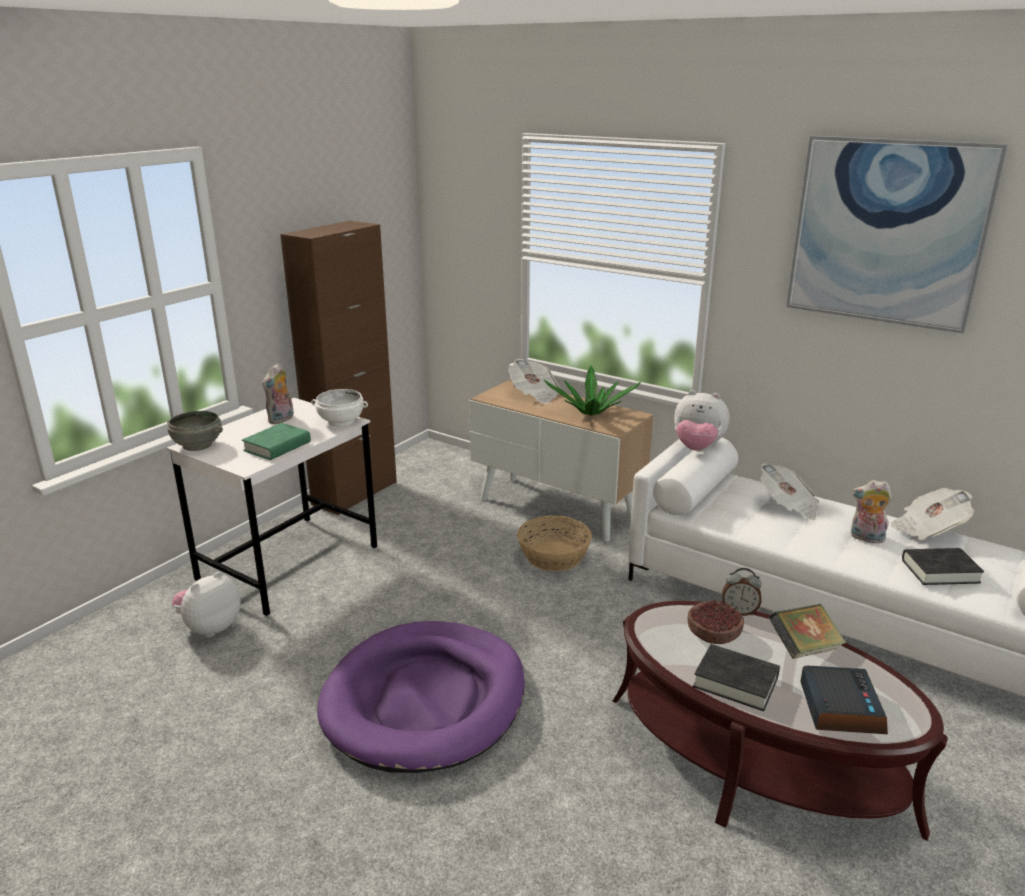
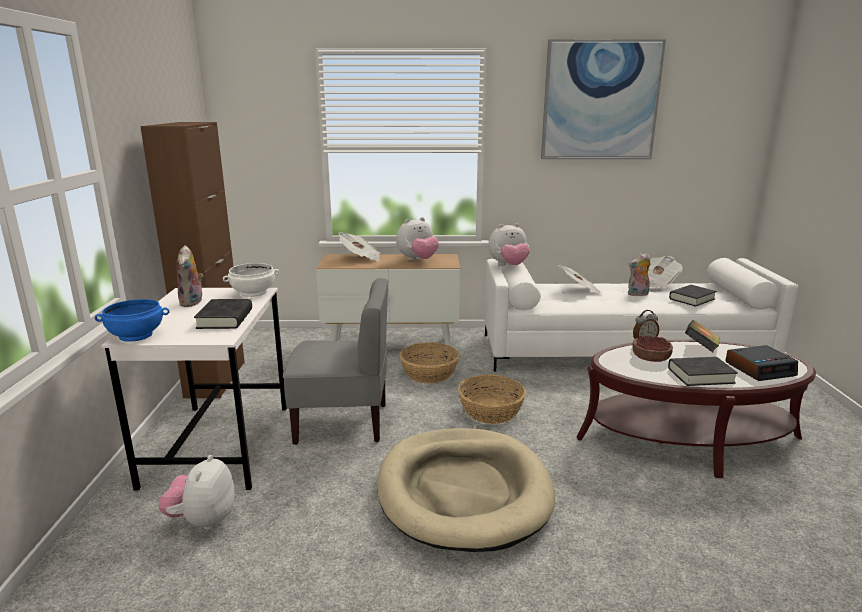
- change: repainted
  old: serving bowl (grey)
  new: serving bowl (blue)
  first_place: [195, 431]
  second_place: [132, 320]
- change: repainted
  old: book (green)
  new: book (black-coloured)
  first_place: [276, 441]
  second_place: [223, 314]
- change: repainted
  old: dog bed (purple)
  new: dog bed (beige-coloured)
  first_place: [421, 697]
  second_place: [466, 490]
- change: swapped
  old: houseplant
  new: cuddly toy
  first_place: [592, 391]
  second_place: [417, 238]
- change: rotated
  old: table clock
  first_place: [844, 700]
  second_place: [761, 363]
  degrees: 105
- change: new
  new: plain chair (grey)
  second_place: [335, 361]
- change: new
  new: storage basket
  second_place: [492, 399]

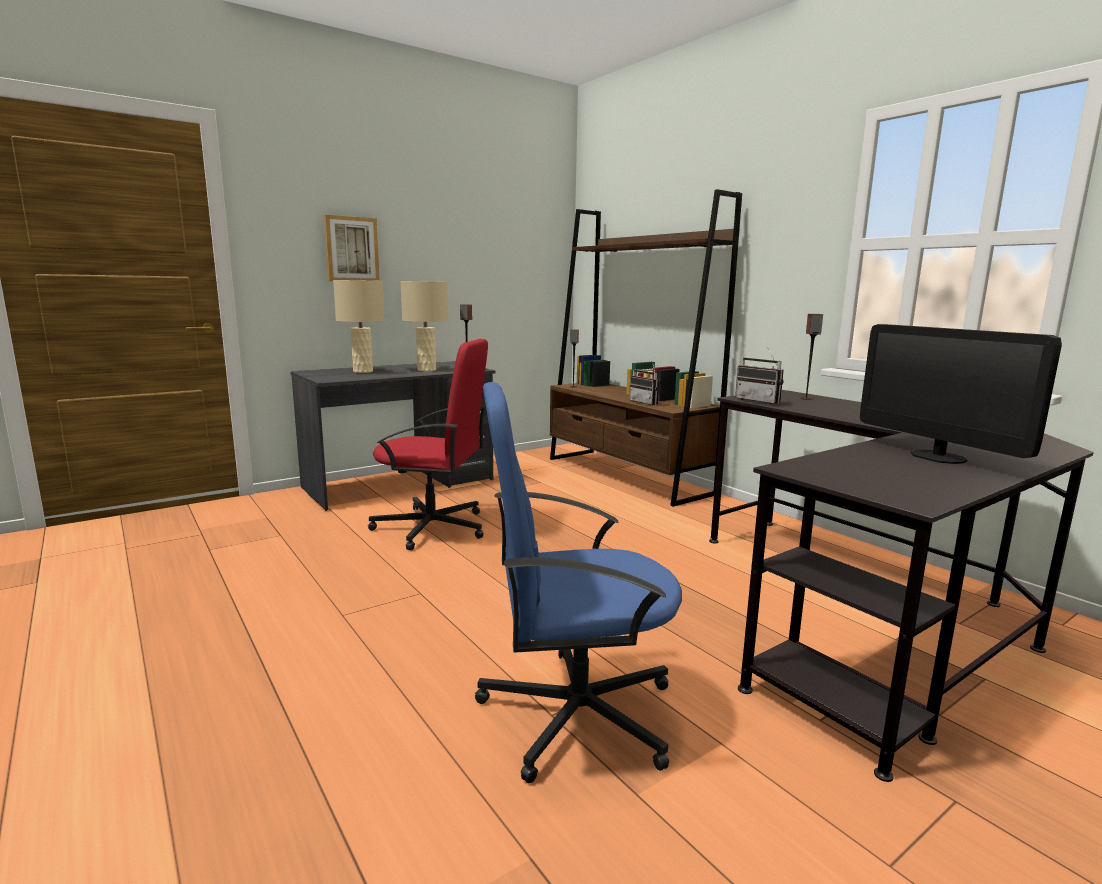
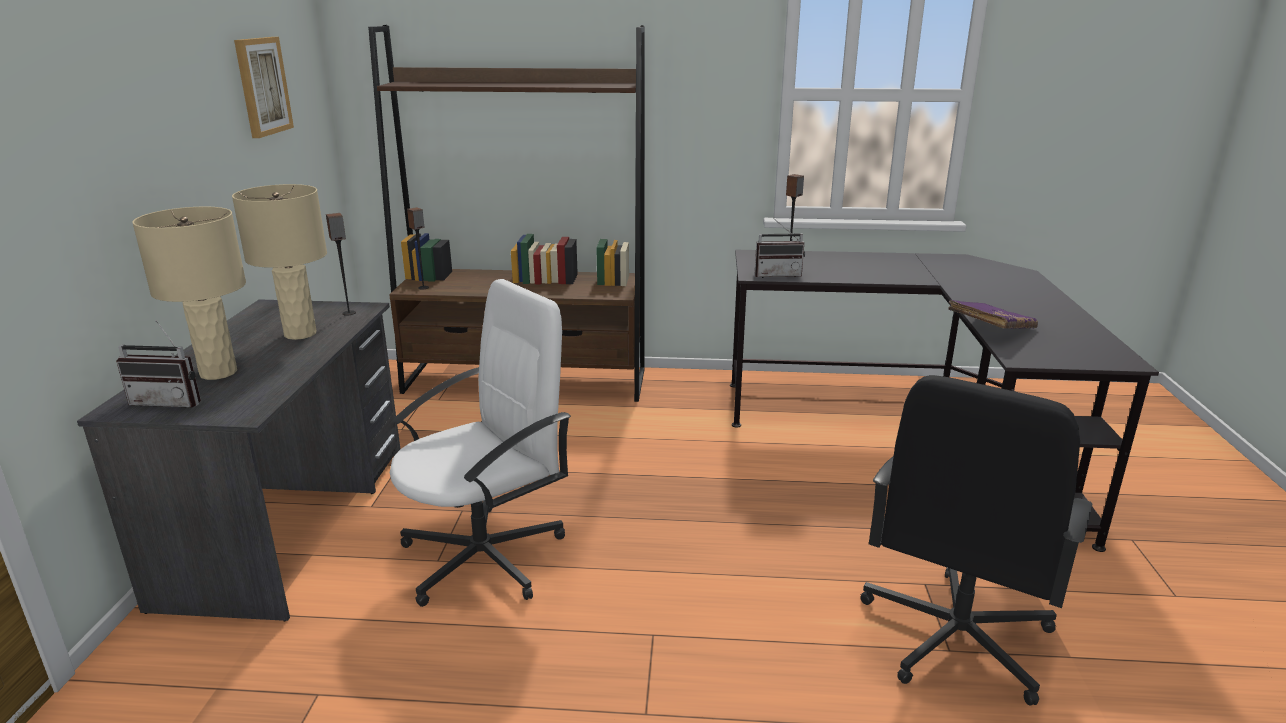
- change: shifted
  old: wall picture
  first_place: [352, 248]
  second_place: [264, 87]
- change: repainted
  old: desk chair (reddish)
  new: desk chair (white)
  first_place: [428, 445]
  second_place: [480, 443]
- change: repainted
  old: desk chair (blue)
  new: desk chair (black-coloured)
  first_place: [578, 582]
  second_place: [976, 540]
- change: shifted
  old: radio receiver
  first_place: [644, 383]
  second_place: [158, 364]
- change: gone
  old: monitor
  first_place: [961, 394]
- change: new
  new: book (purple)
  second_place: [993, 314]

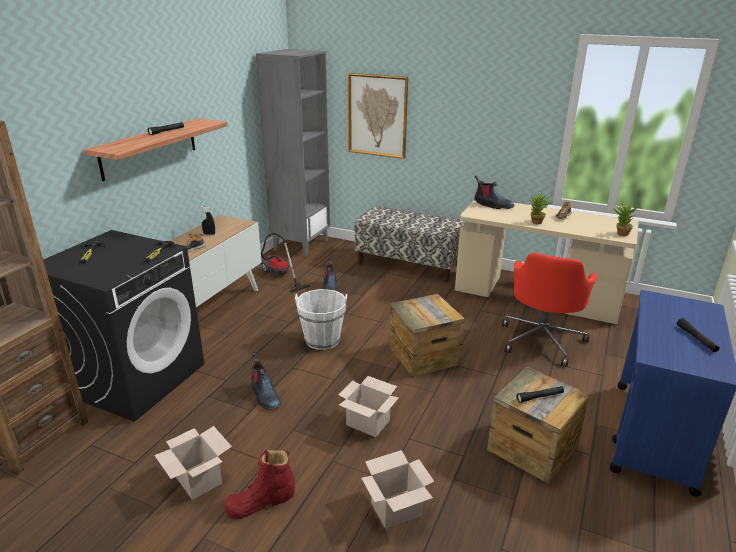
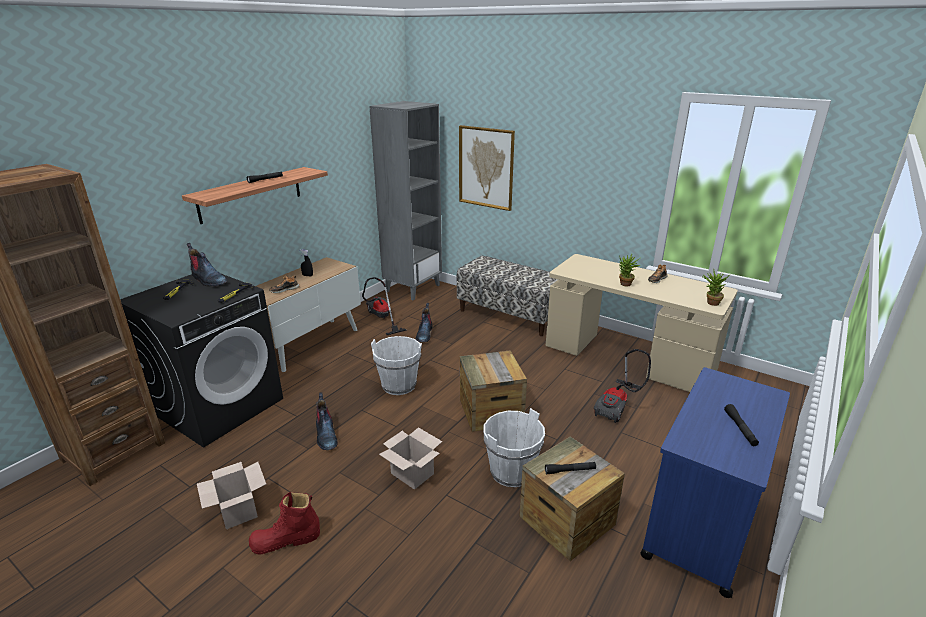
- change: gone
  old: cardboard box
  first_place: [398, 489]
- change: shifted
  old: high-top boot
  first_place: [494, 192]
  second_place: [207, 265]
- change: swapped
  old: desk chair (reddish)
  new: hoover
  first_place: [549, 310]
  second_place: [622, 386]
- change: new
  new: pail (white)
  second_place: [514, 447]

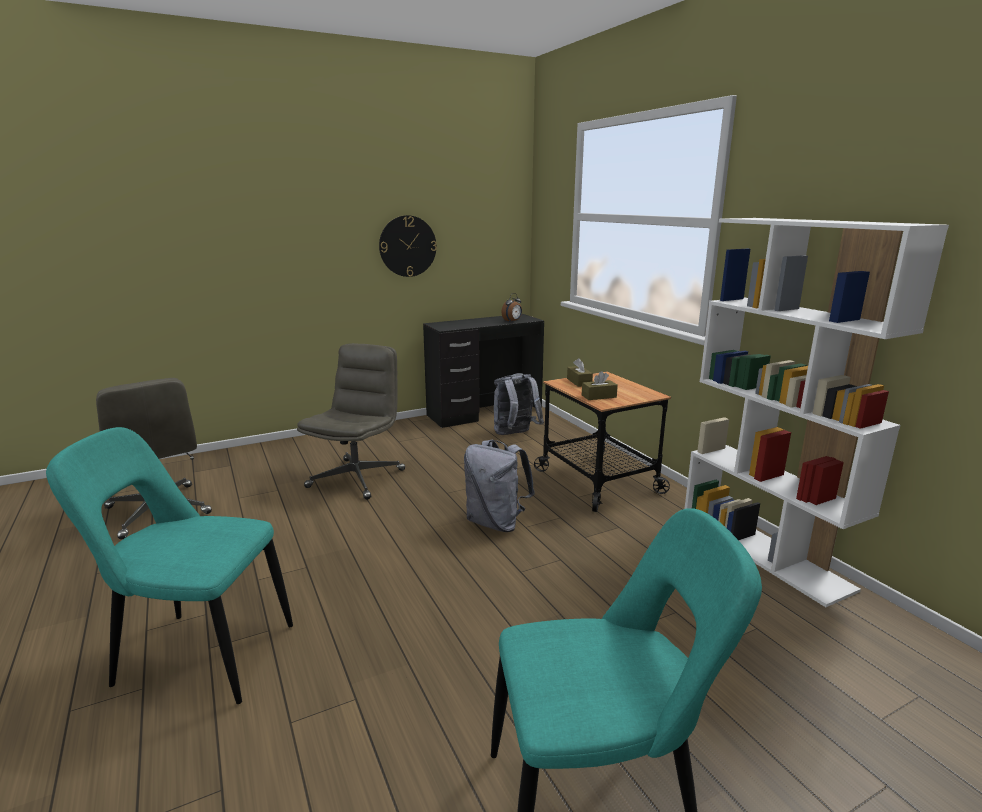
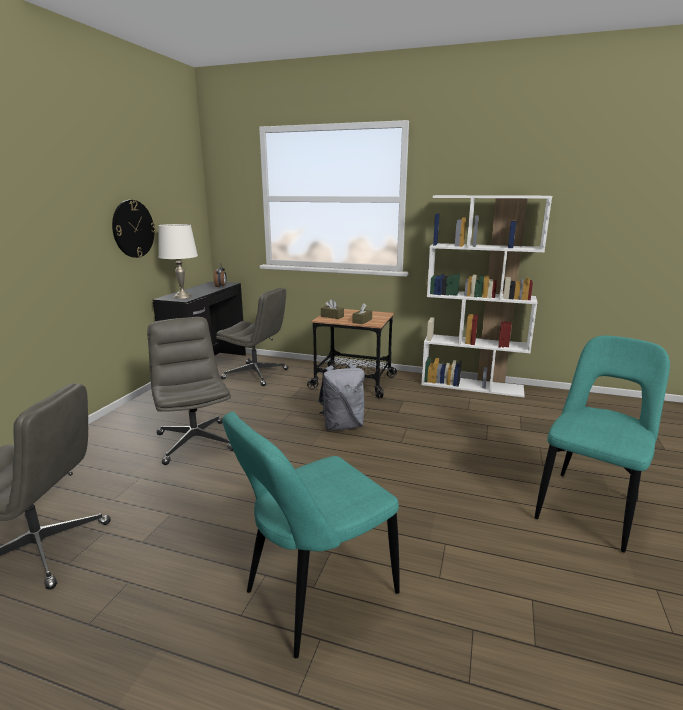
- change: swapped
  old: rucksack (grey)
  new: desk chair (grey)
  first_place: [519, 404]
  second_place: [252, 337]
- change: new
  new: lamp for a table (white)
  second_place: [178, 261]

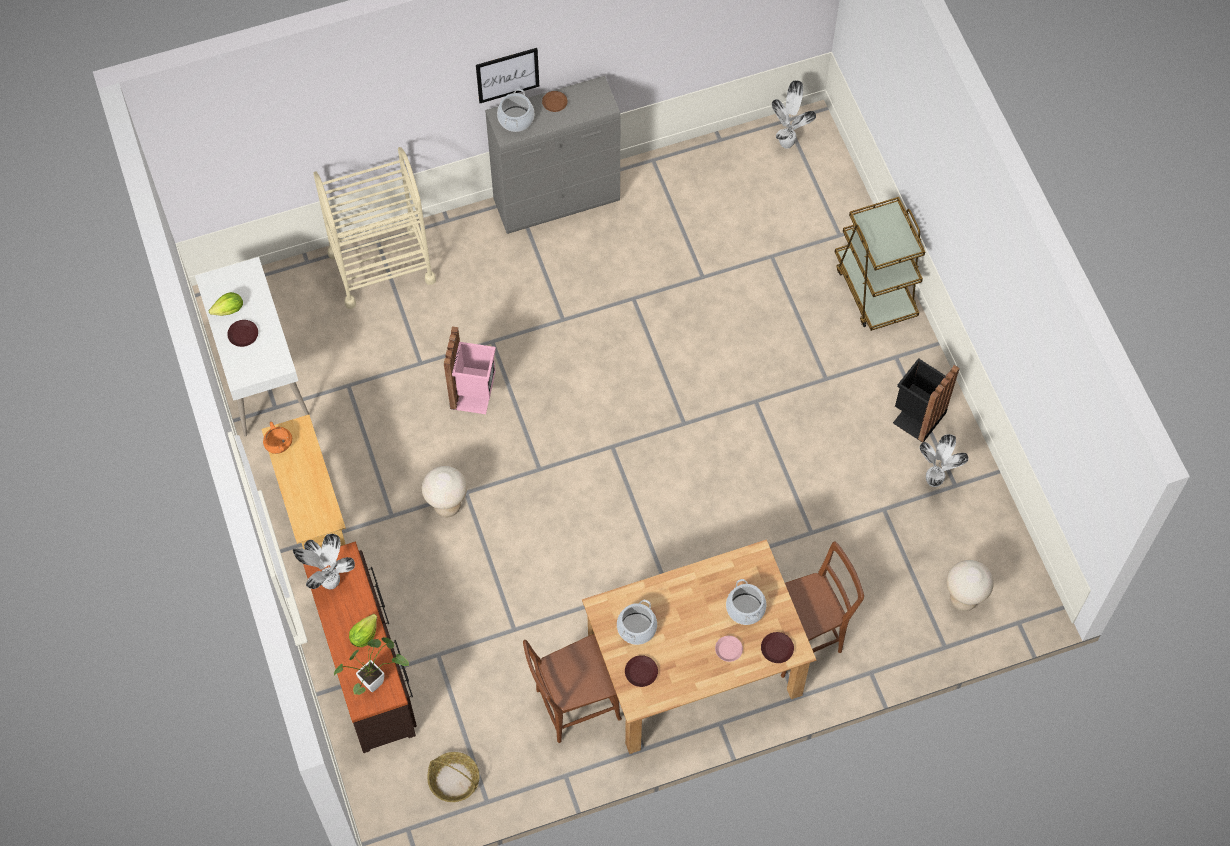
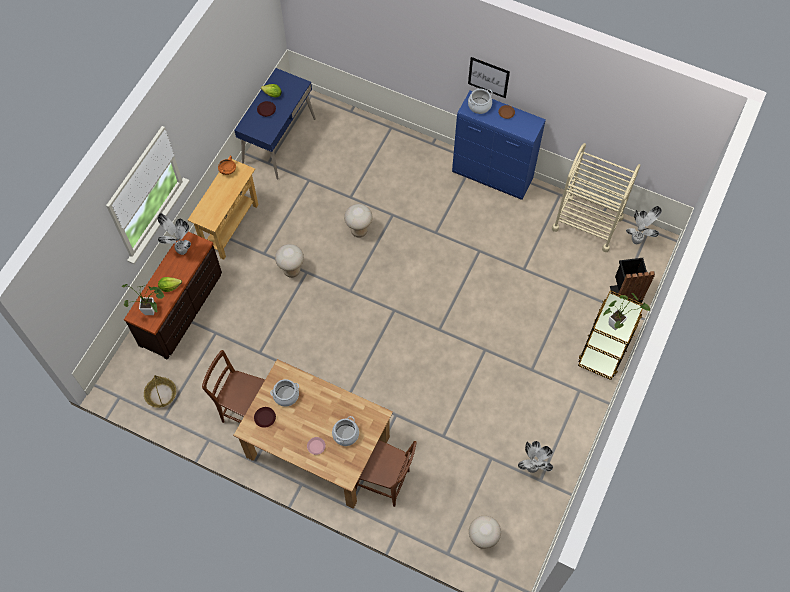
- change: repainted
  old: desk unit (white)
  new: desk unit (blue)
  first_place: [252, 347]
  second_place: [275, 124]
- change: shifted
  old: wheeled cart (beige-coloured)
  first_place: [374, 228]
  second_place: [596, 197]
- change: swapped
  old: trash can (pink-coloured)
  new: sitting stool (beige-coloured)
  first_place: [470, 370]
  second_place: [358, 221]
- change: repainted
  old: storage cabinet (grey)
  new: storage cabinet (blue)
  first_place: [552, 155]
  second_place: [499, 145]
- change: gone
  old: plate (brownish)
  first_place: [777, 647]
- change: shifted
  old: trash can (black-coloured)
  first_place: [926, 400]
  second_place: [632, 281]
- change: new
  new: houseplant
  second_place: [626, 311]

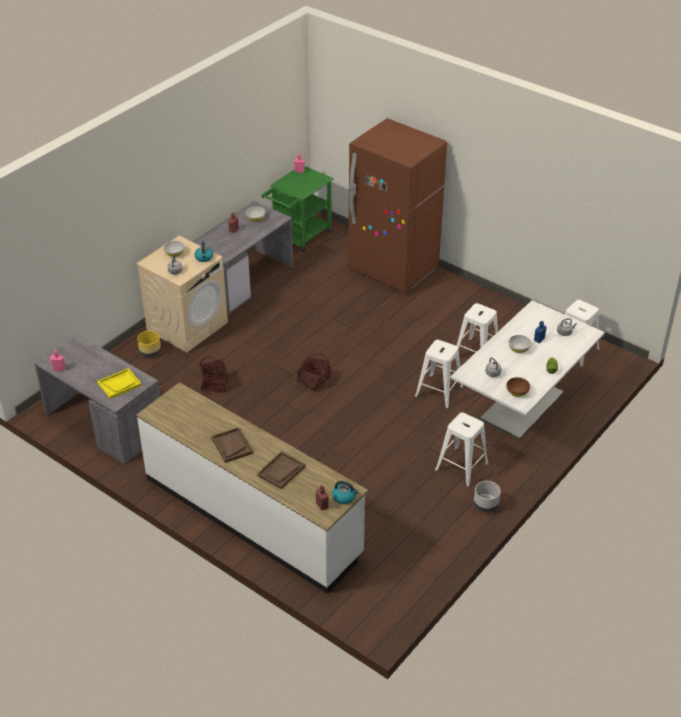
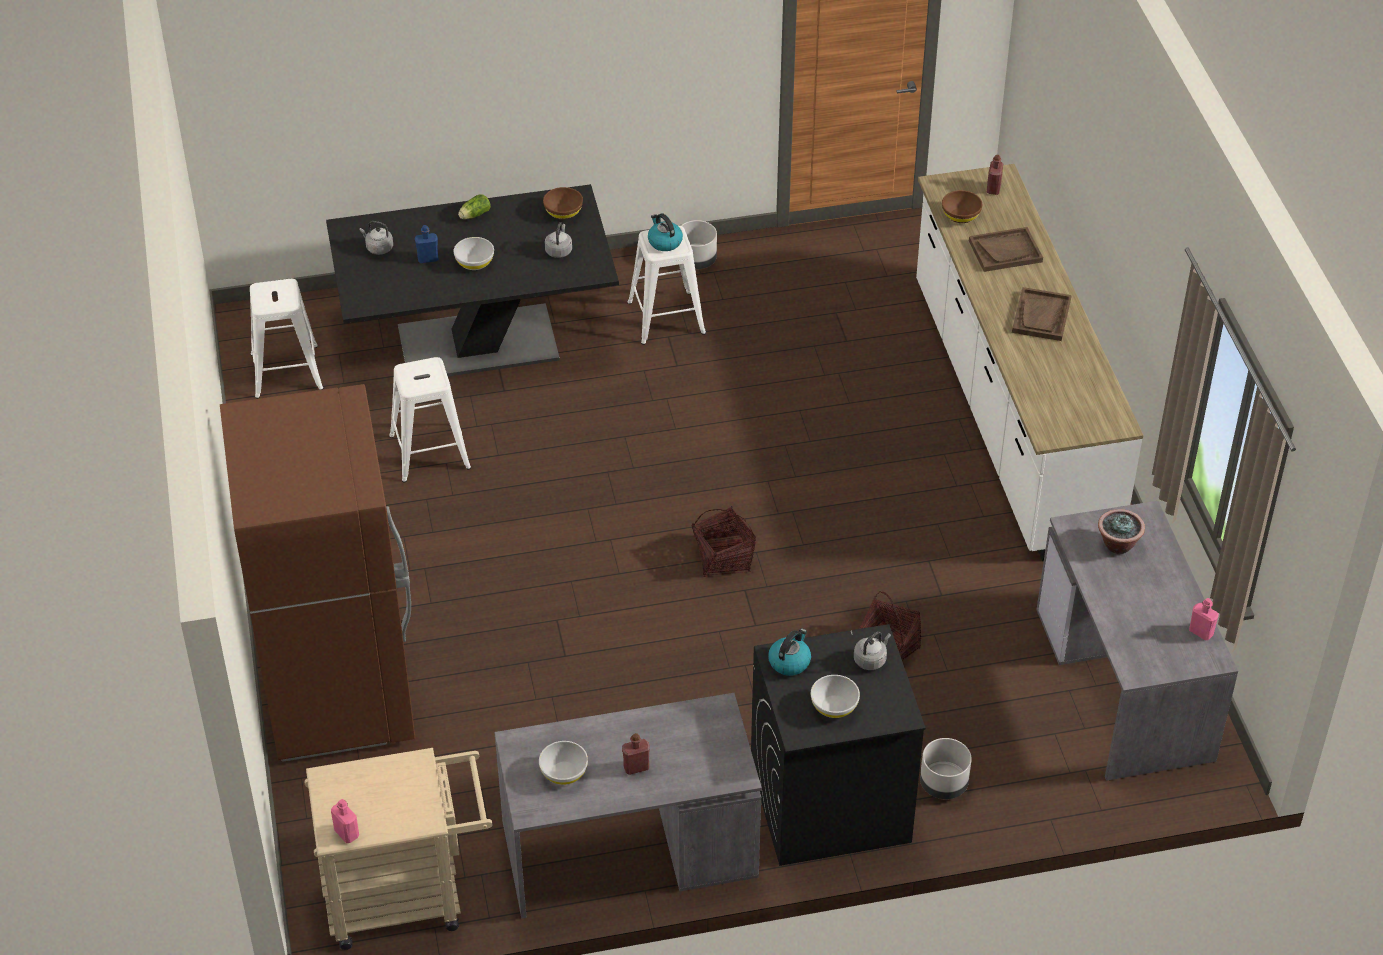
- change: swapped
  old: serving tray (yellowish)
  new: houseplant
  first_place: [119, 383]
  second_place: [1121, 531]
- change: repainted
  old: laundry appliance (beige-coloured)
  new: laundry appliance (black-coloured)
  first_place: [182, 294]
  second_place: [838, 745]
- change: repainted
  old: plant pot (yellowish)
  new: plant pot (grey)
  first_place: [149, 344]
  second_place: [946, 768]
- change: repainted
  old: wheeled cart (green)
  new: wheeled cart (beige-coloured)
  first_place: [297, 209]
  second_place: [398, 849]
- change: shifted
  old: water kettle
  first_place: [345, 492]
  second_place: [665, 232]
- change: gone
  old: sitting stool (white)
  first_place: [439, 374]
- change: repainted
  old: dinner table (white)
  new: dinner table (black-coloured)
  first_place: [527, 370]
  second_place: [472, 282]
- change: new
  new: serving bowl (brownish)
  second_place: [962, 206]

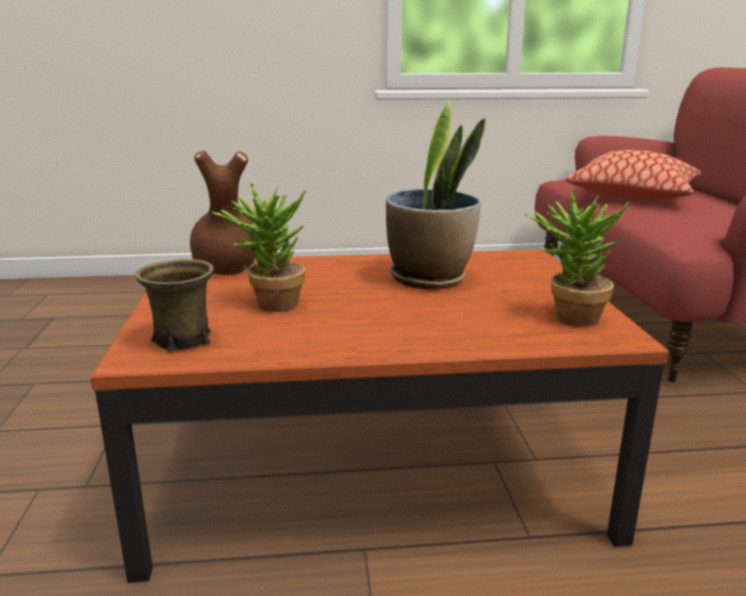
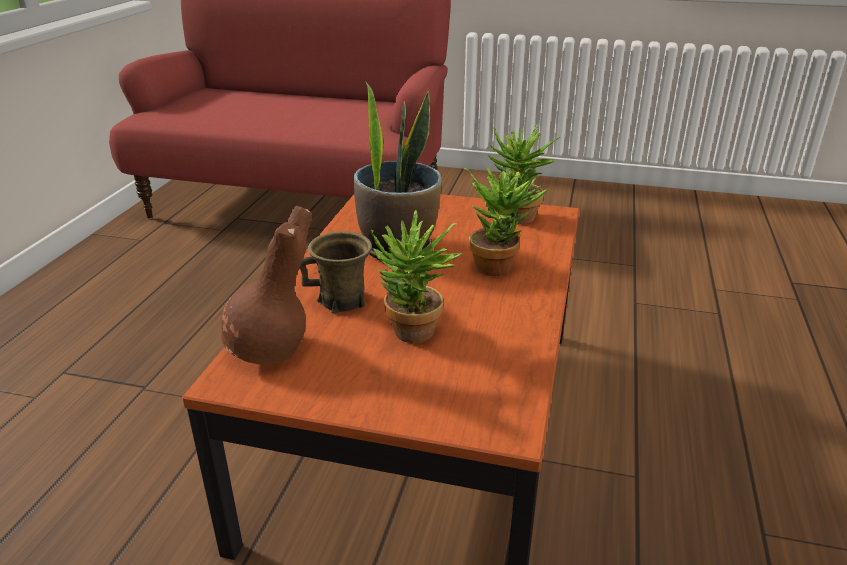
- change: shifted
  old: tea mug (brownish)
  first_place: [174, 305]
  second_place: [336, 272]
- change: gone
  old: pillow
  first_place: [633, 174]
- change: new
  new: houseplant
  second_place: [506, 222]

